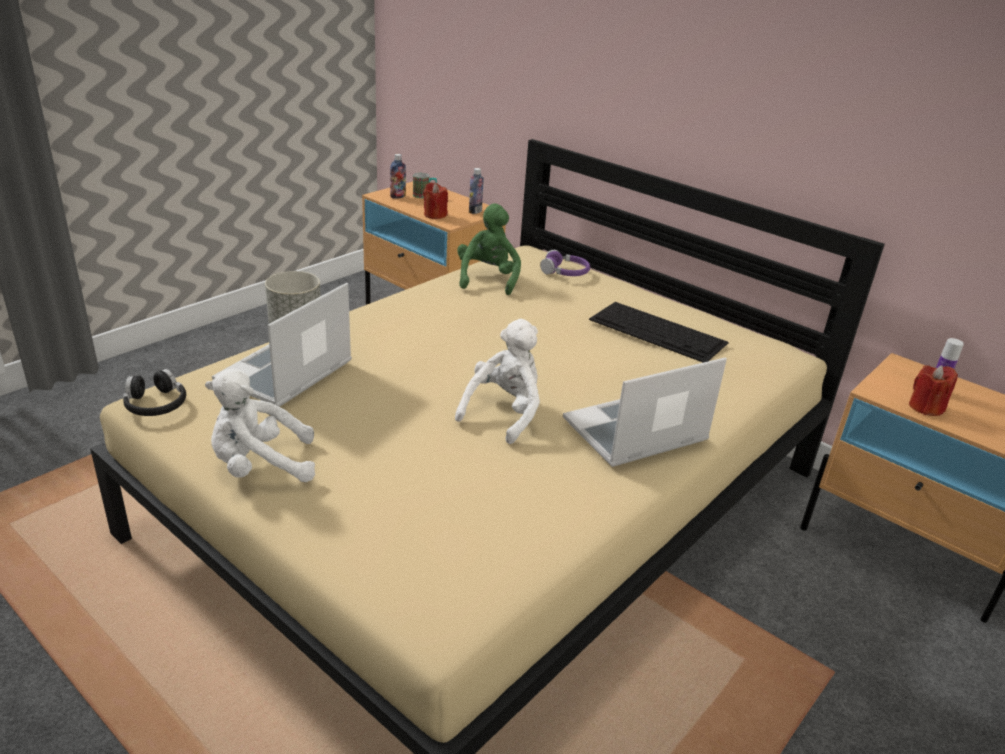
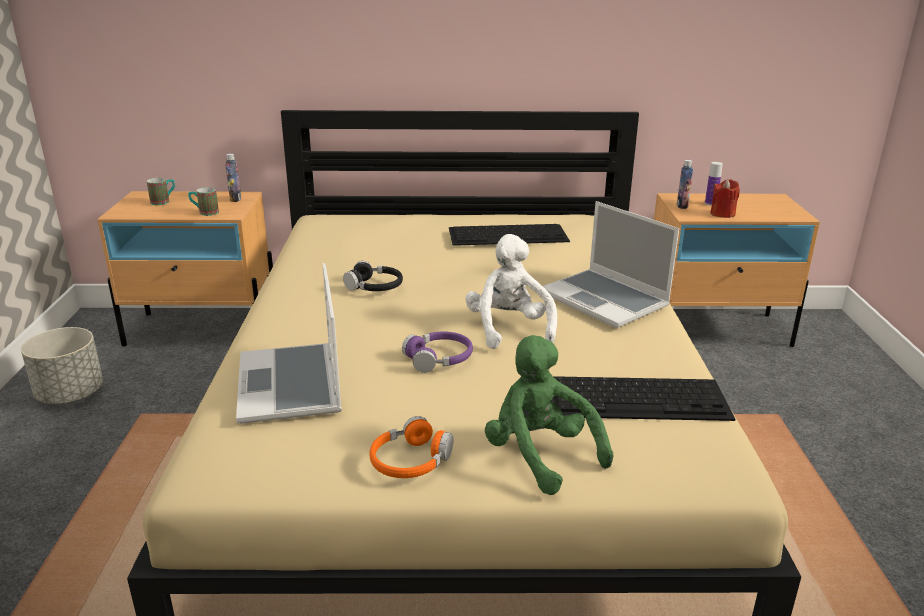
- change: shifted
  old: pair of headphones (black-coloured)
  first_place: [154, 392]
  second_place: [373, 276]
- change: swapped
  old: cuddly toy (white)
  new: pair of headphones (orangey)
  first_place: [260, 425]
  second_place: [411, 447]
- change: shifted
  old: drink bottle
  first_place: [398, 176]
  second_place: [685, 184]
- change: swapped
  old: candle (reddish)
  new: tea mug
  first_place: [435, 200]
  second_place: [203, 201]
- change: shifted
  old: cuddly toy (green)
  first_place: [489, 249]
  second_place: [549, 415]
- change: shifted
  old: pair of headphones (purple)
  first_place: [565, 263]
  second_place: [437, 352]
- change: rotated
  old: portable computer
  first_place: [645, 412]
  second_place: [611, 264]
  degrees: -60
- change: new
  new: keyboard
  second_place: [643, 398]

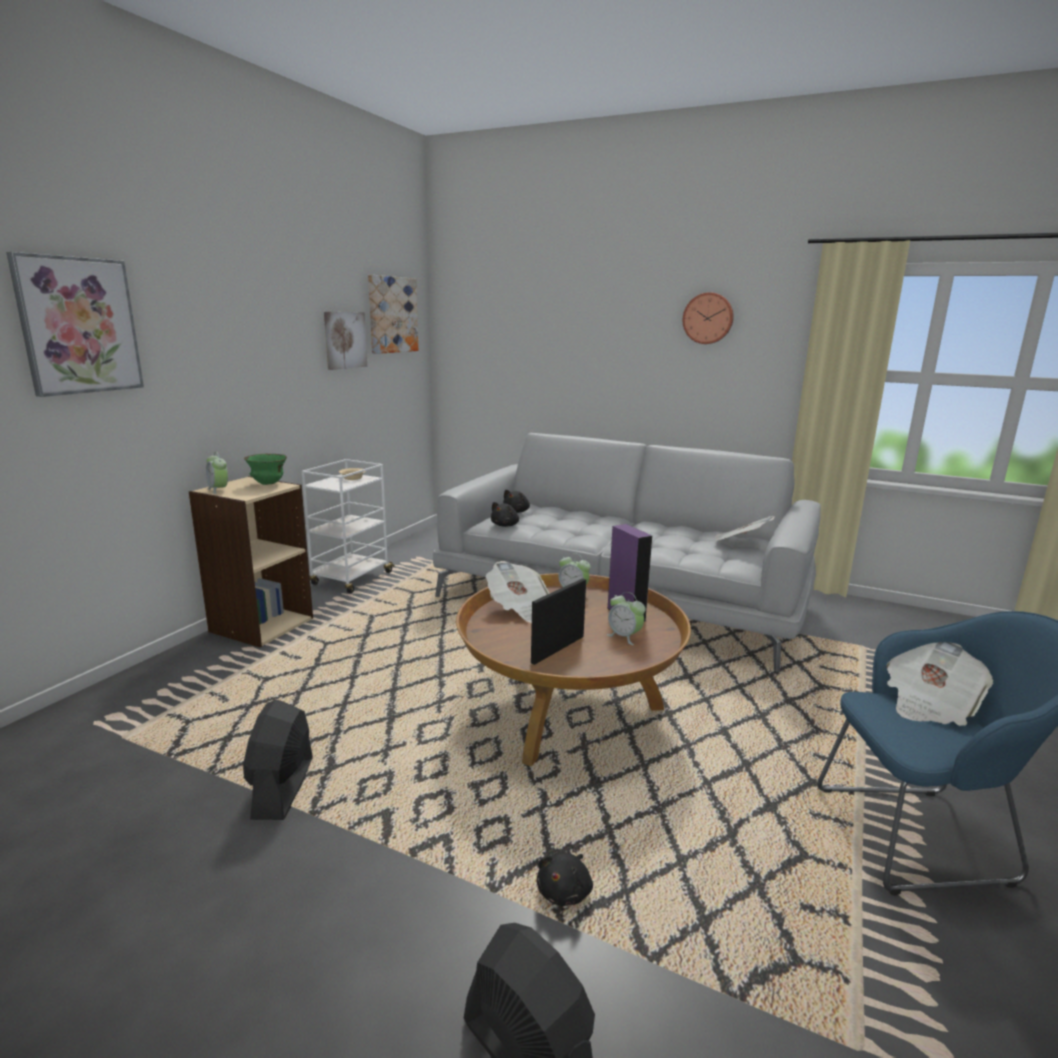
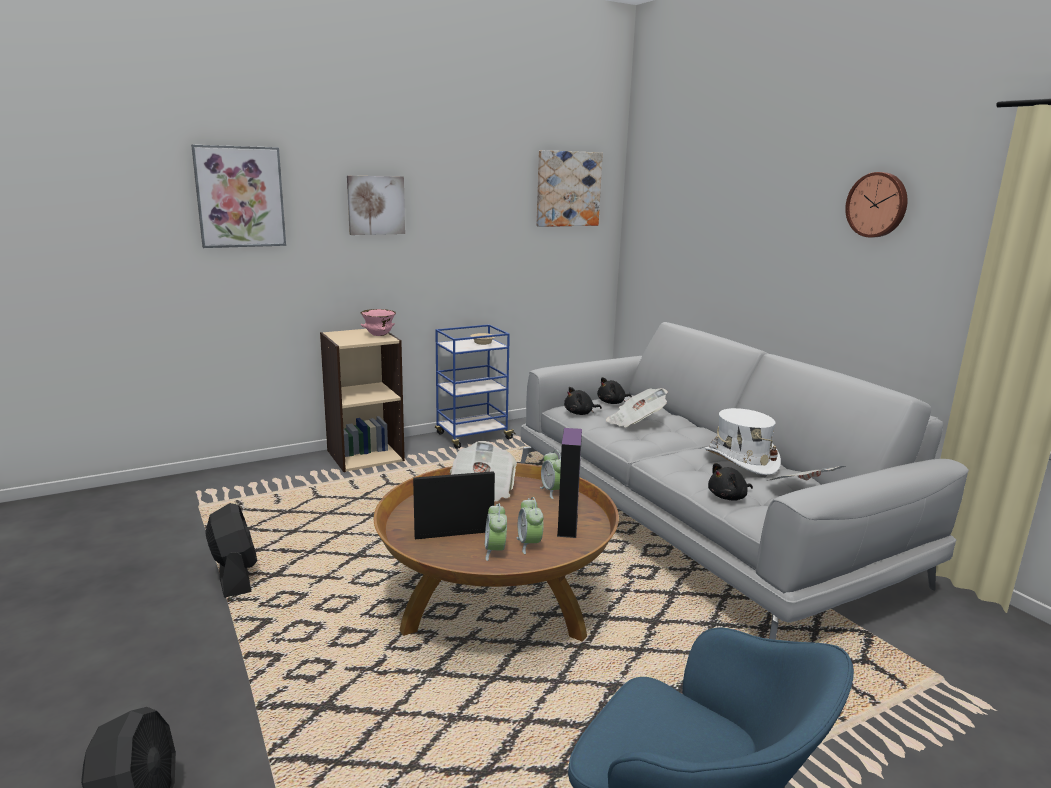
- change: shifted
  old: table clock
  first_place: [217, 473]
  second_place: [496, 532]
- change: rotated
  old: fan (black-coloured)
  first_place: [278, 760]
  second_place: [231, 550]
  degrees: 120
- change: repainted
  old: serving bowl (green)
  new: serving bowl (pink-coloured)
  first_place: [265, 469]
  second_place: [378, 322]
- change: repainted
  old: wheeled cart (white)
  new: wheeled cart (blue)
  first_place: [348, 526]
  second_place: [475, 386]
- change: shifted
  old: wall picture
  first_place: [345, 341]
  second_place: [376, 205]
- change: shifted
  old: cuddly toy (black-coloured)
  first_place: [564, 879]
  second_place: [730, 482]
- change: shifted
  old: daily paper
  first_place: [939, 684]
  second_place: [637, 407]
- change: new
  new: clothing hat (white)
  second_place: [743, 441]

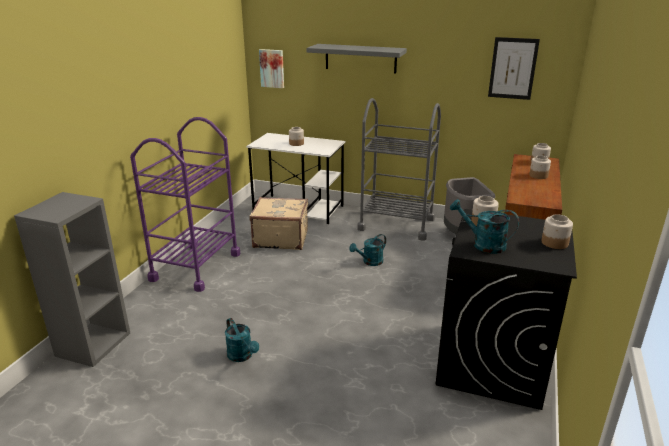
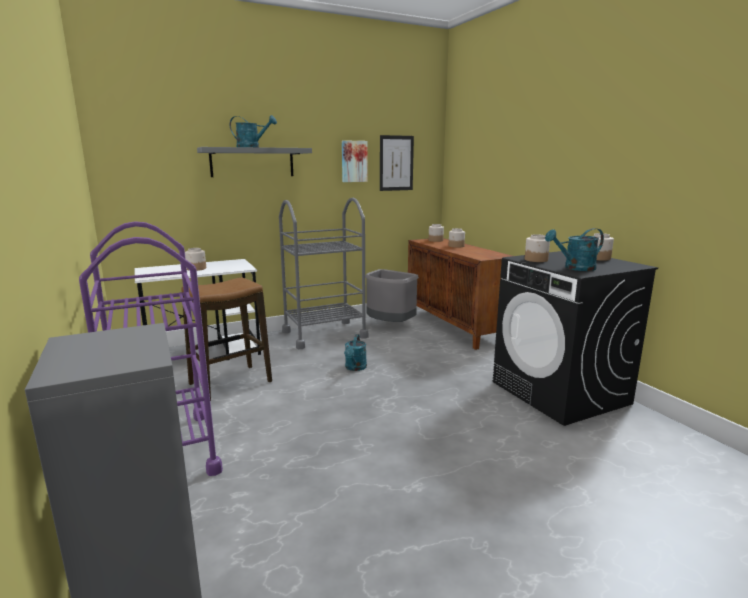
- change: shifted
  old: watering can (blue-green)
  first_place: [242, 340]
  second_place: [253, 131]
- change: swapped
  old: suitcase (beige-coloured)
  new: sitting stool
  first_place: [279, 223]
  second_place: [226, 339]
- change: shifted
  old: wall picture
  first_place: [271, 68]
  second_place: [355, 161]

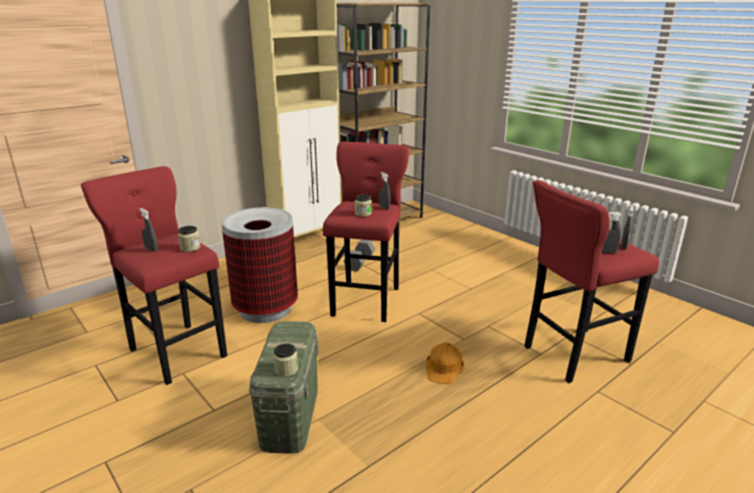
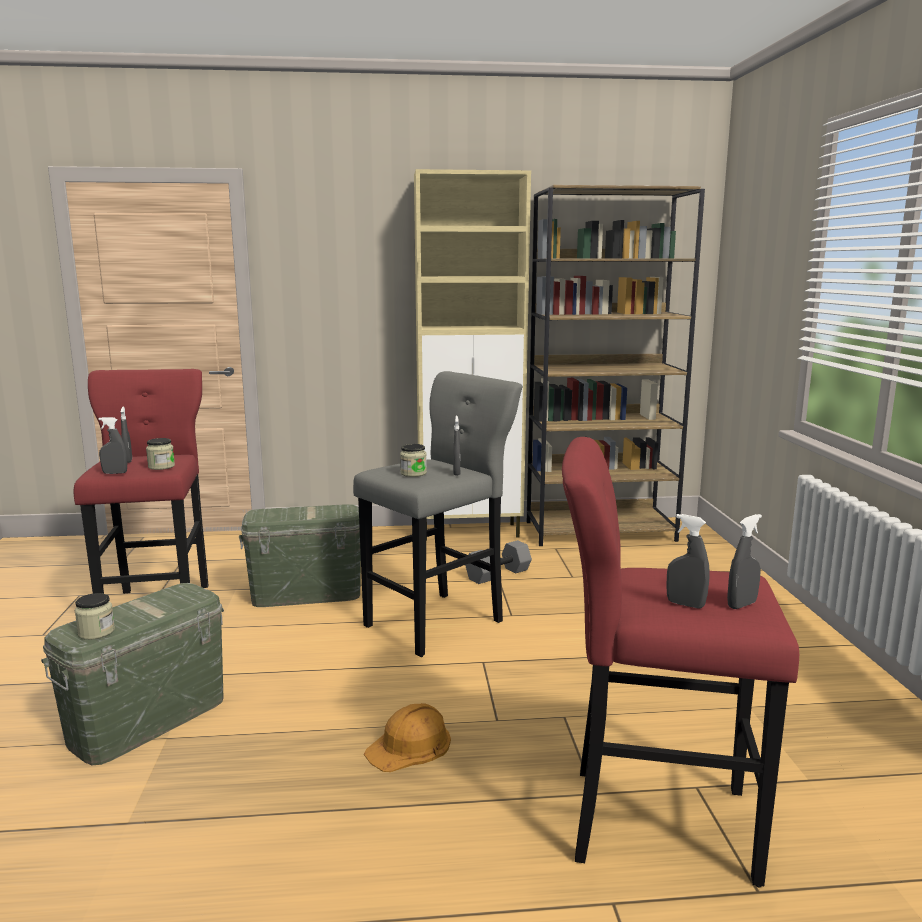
- change: swapped
  old: trash can
  new: storage container (green)
  first_place: [259, 265]
  second_place: [300, 555]
- change: repainted
  old: sitting stool (reddish)
  new: sitting stool (grey)
  first_place: [366, 232]
  second_place: [438, 514]
- change: new
  new: spray bottle (grey)
  second_place: [112, 445]

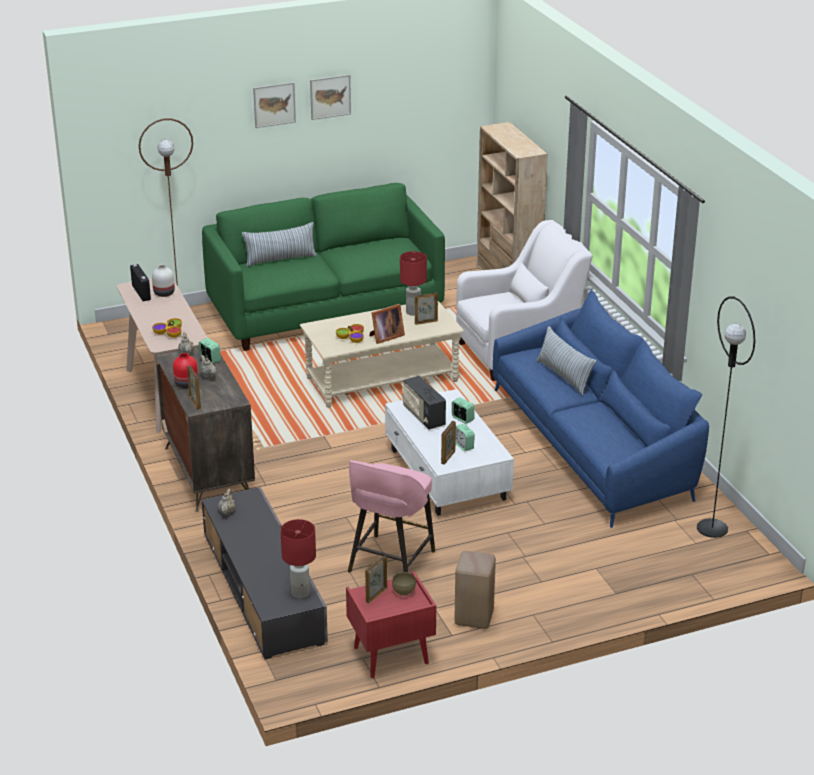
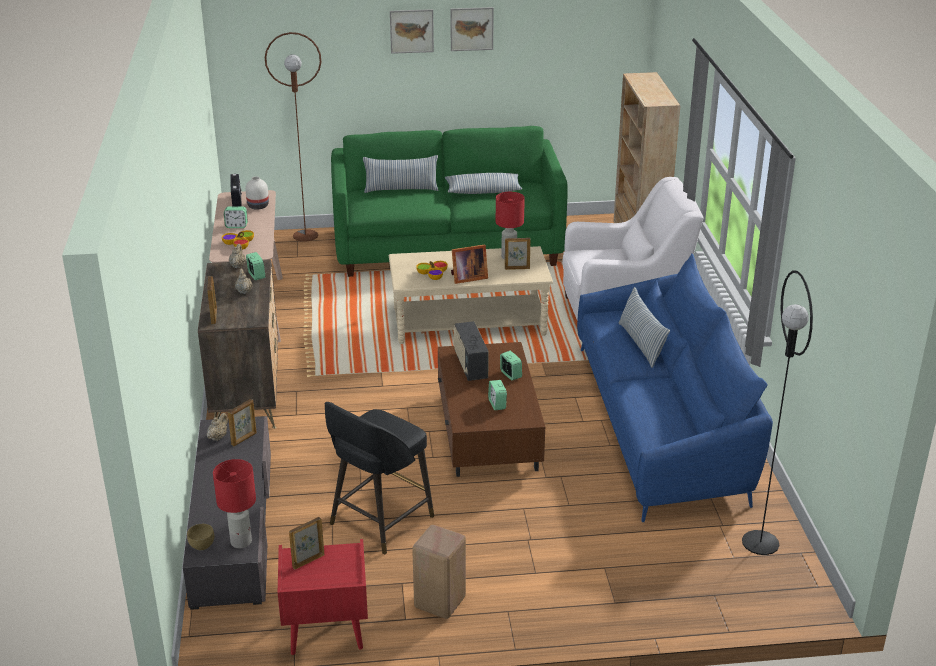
- change: gone
  old: flower vase (reddish)
  first_place: [185, 371]
- change: repainted
  old: sitting stool (pink-coloured)
  new: sitting stool (black-coloured)
  first_place: [391, 516]
  second_place: [379, 478]
- change: repainted
  old: lounge table (white)
  new: lounge table (brownish)
  first_place: [449, 452]
  second_place: [491, 409]
- change: shifted
  old: serving bowl (brownish)
  first_place: [404, 584]
  second_place: [200, 537]
- change: shifted
  old: photo frame
  first_place: [448, 442]
  second_place: [242, 422]
- change: new
  new: table clock
  second_place: [236, 217]
- change: new
  new: pillow
  second_place: [483, 183]

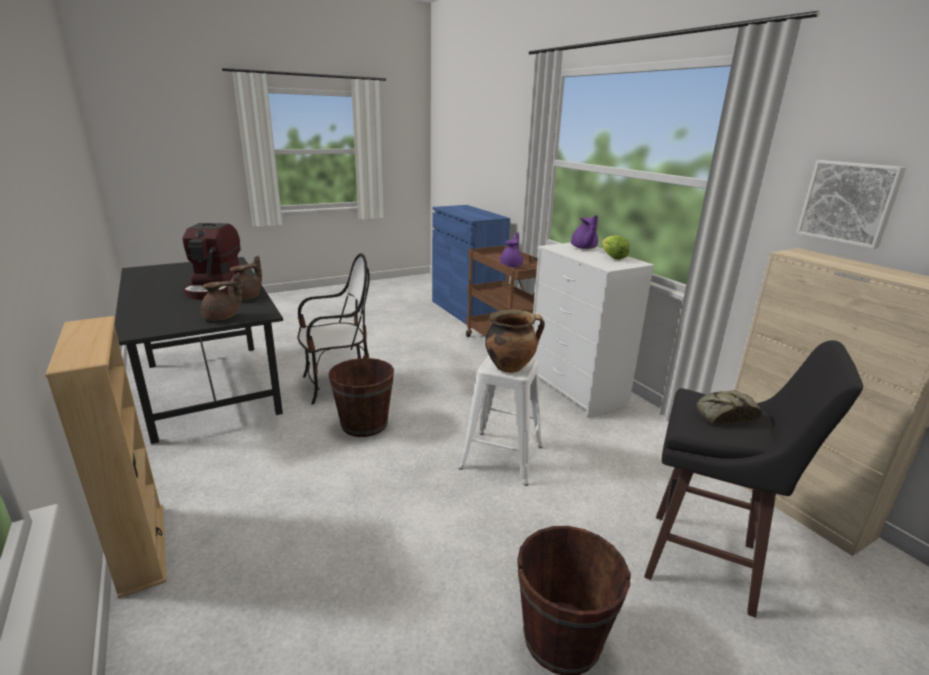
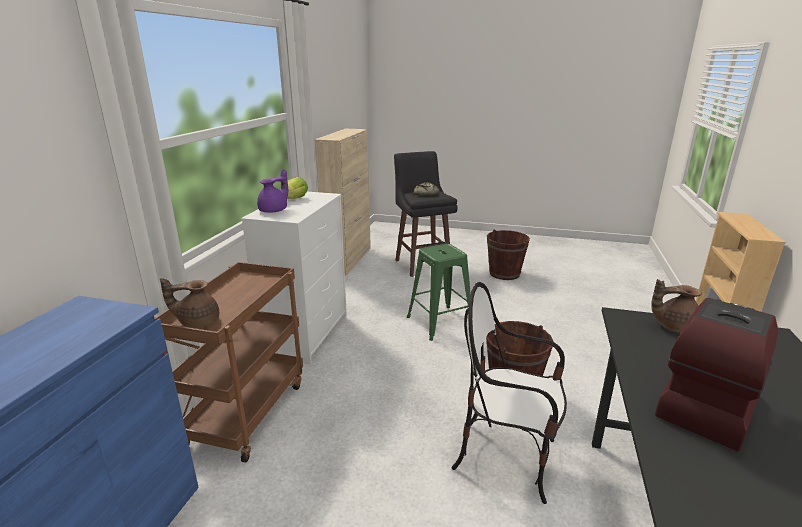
- change: shifted
  old: tea pot (brownish)
  first_place: [245, 278]
  second_place: [189, 303]
- change: repainted
  old: sitting stool (white)
  new: sitting stool (green)
  first_place: [501, 420]
  second_place: [438, 292]
- change: gone
  old: cooking pot
  first_place: [515, 341]
- change: gone
  old: tea pot (purple)
  first_place: [511, 249]
- change: gone
  old: wall picture
  first_place: [851, 204]

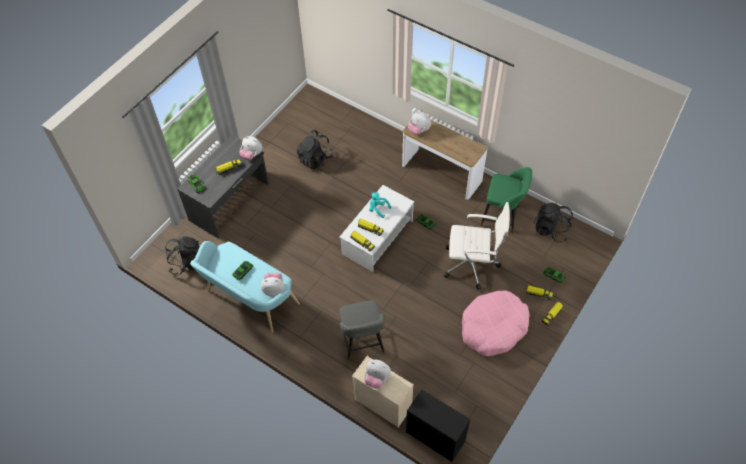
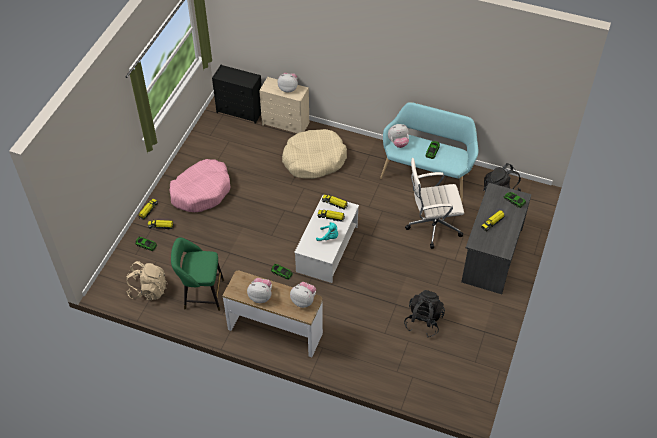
- change: shifted
  old: cuddly toy
  first_place: [251, 148]
  second_place: [259, 290]
- change: swapped
  old: sitting stool (grey)
  new: dog bed (beige-coloured)
  first_place: [362, 330]
  second_place: [314, 154]
- change: shifted
  old: desk chair (white)
  first_place: [477, 246]
  second_place: [434, 203]
- change: repainted
  old: rucksack (black-coloured)
  new: rucksack (beige-coloured)
  first_place: [553, 222]
  second_place: [147, 280]

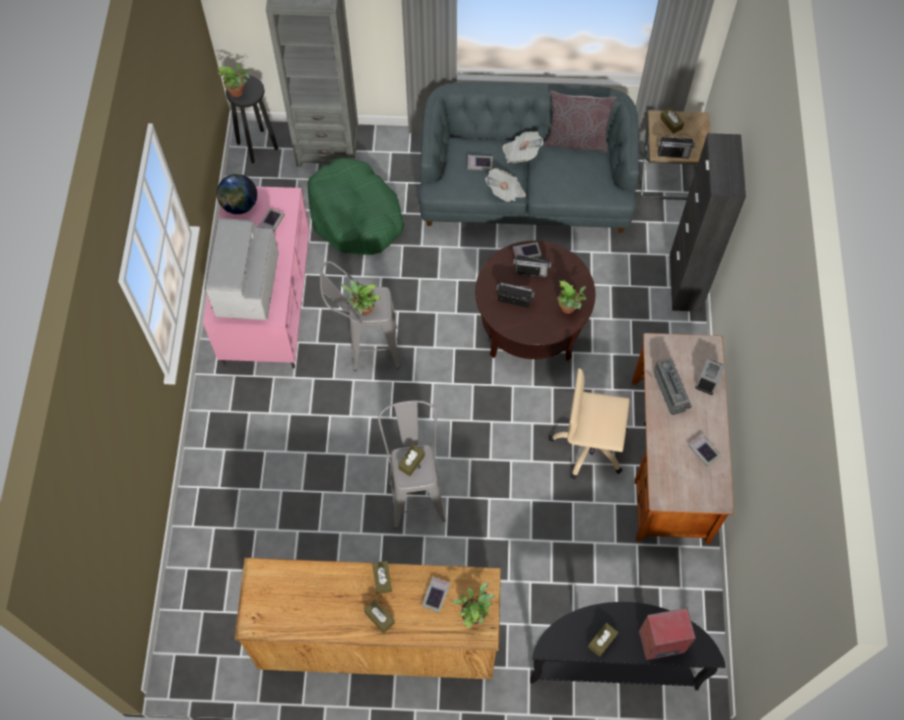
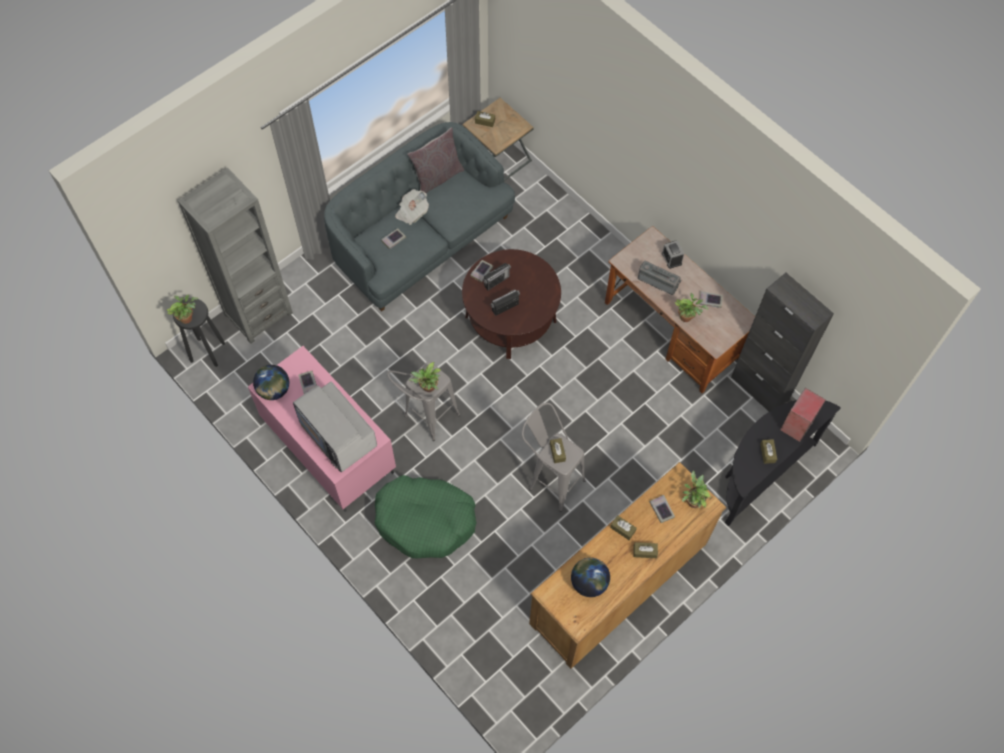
- change: shifted
  old: dog bed (green)
  first_place: [356, 206]
  second_place: [425, 516]
- change: gone
  old: daily paper
  first_place: [505, 185]
- change: gone
  old: desk chair (beige-coloured)
  first_place: [589, 424]
- change: shifted
  old: houseplant
  first_place: [571, 297]
  second_place: [691, 307]
- change: gone
  old: radio receiver
  first_place: [676, 147]
- change: shifted
  old: storage cabinet (black-coloured)
  first_place: [708, 222]
  second_place: [782, 342]
- change: new
  new: globe
  second_place: [590, 577]

